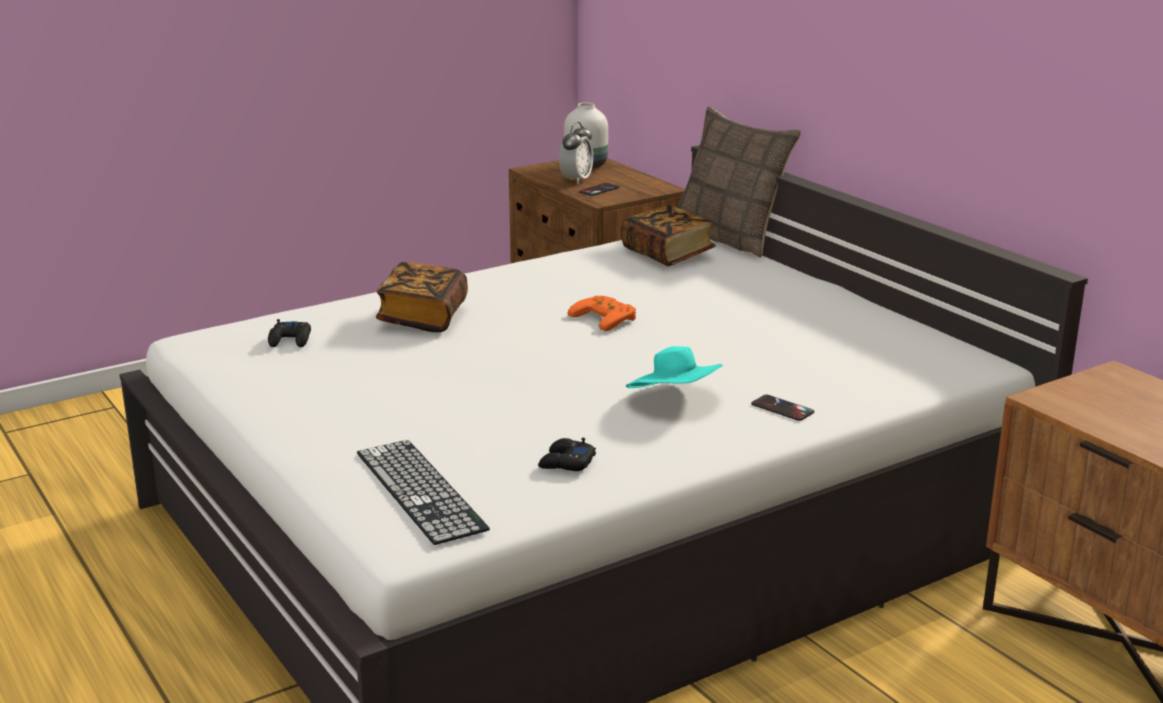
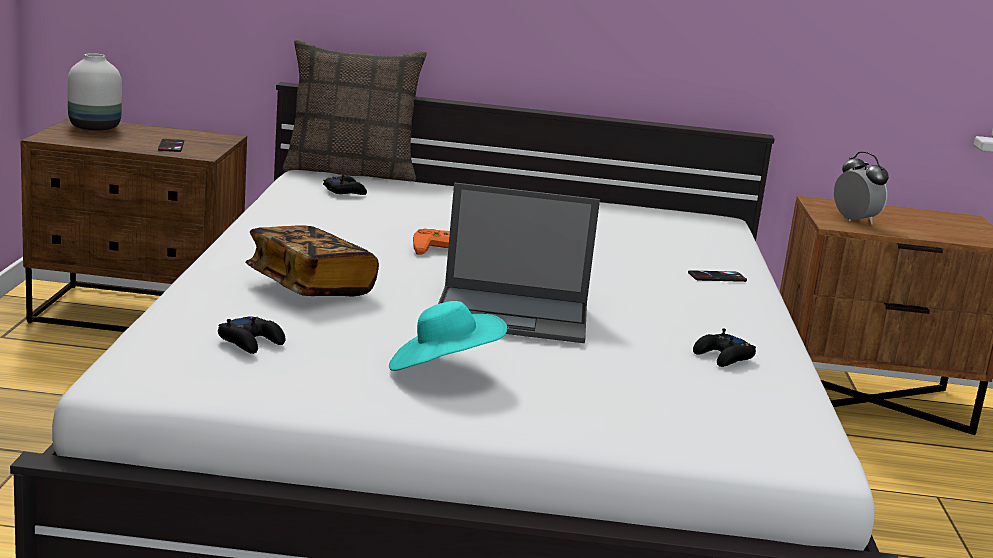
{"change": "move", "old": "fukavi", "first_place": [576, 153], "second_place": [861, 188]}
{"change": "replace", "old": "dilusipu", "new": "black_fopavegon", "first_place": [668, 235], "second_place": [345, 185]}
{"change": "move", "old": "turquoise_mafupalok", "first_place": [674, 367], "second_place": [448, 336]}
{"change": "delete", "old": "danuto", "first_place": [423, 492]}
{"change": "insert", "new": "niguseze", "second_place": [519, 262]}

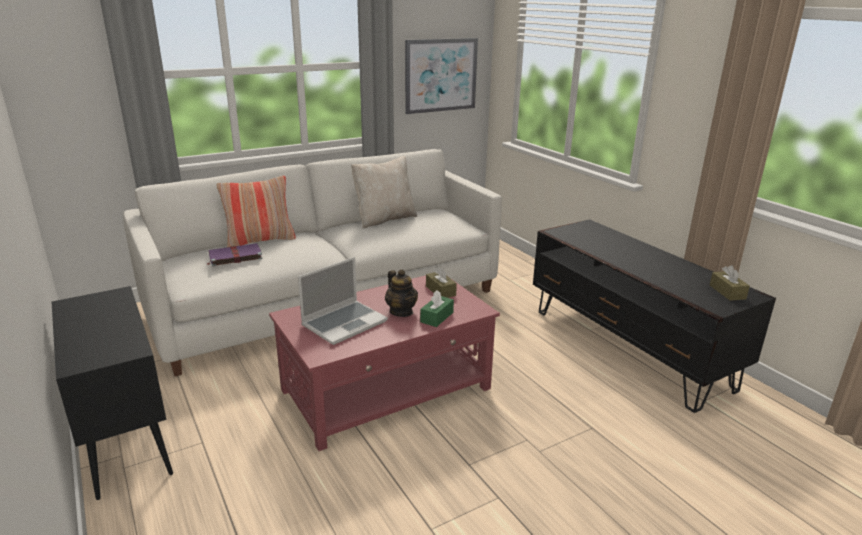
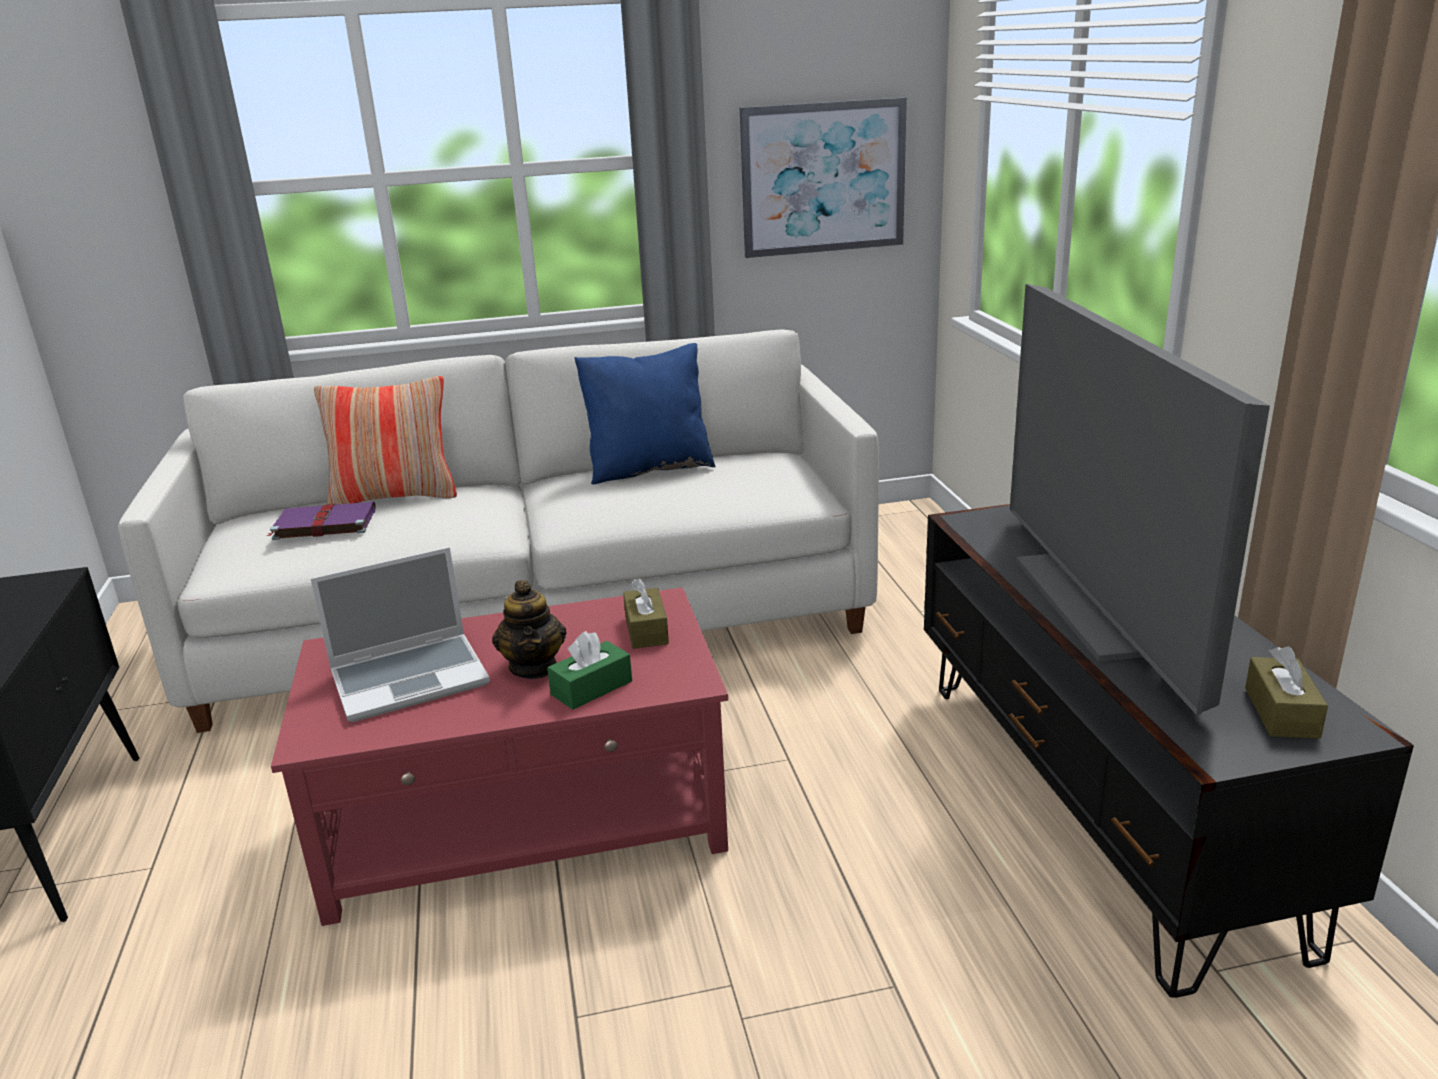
{"change": "recolor", "old": "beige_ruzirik", "new": "blue_ruzirik", "first_place": [384, 192], "second_place": [645, 413]}
{"change": "insert", "new": "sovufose", "second_place": [1140, 499]}

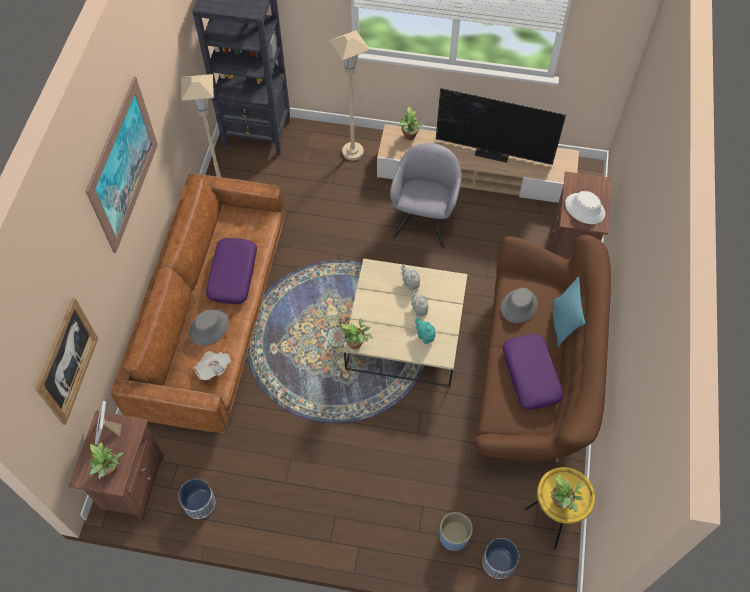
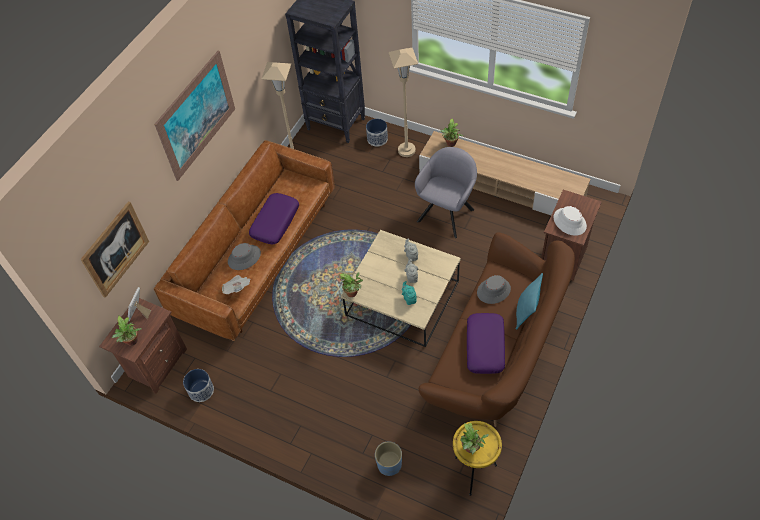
{"change": "delete", "old": "sovufose", "first_place": [501, 126]}
{"change": "move", "old": "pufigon", "first_place": [500, 558], "second_place": [377, 133]}

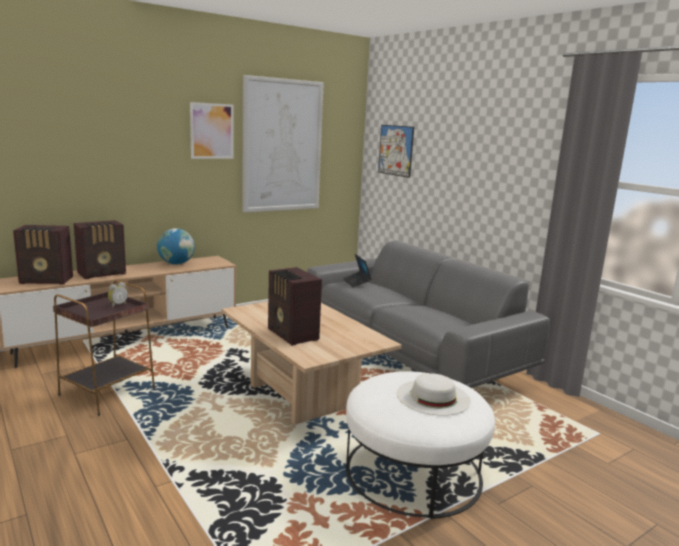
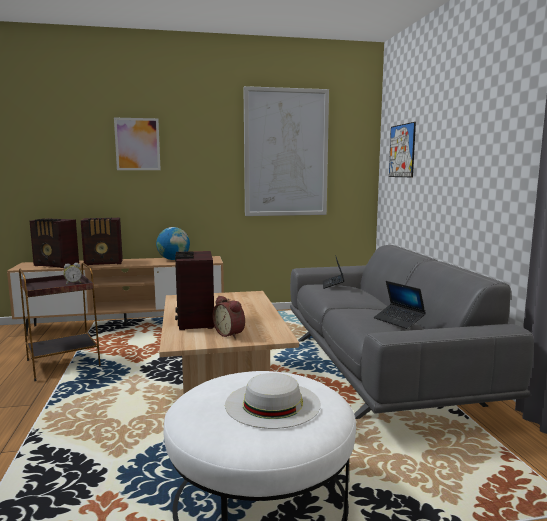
{"change": "move", "old": "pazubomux", "first_place": [211, 130], "second_place": [137, 144]}
{"change": "insert", "new": "niguseze", "second_place": [400, 305]}
{"change": "insert", "new": "fukavi", "second_place": [229, 317]}

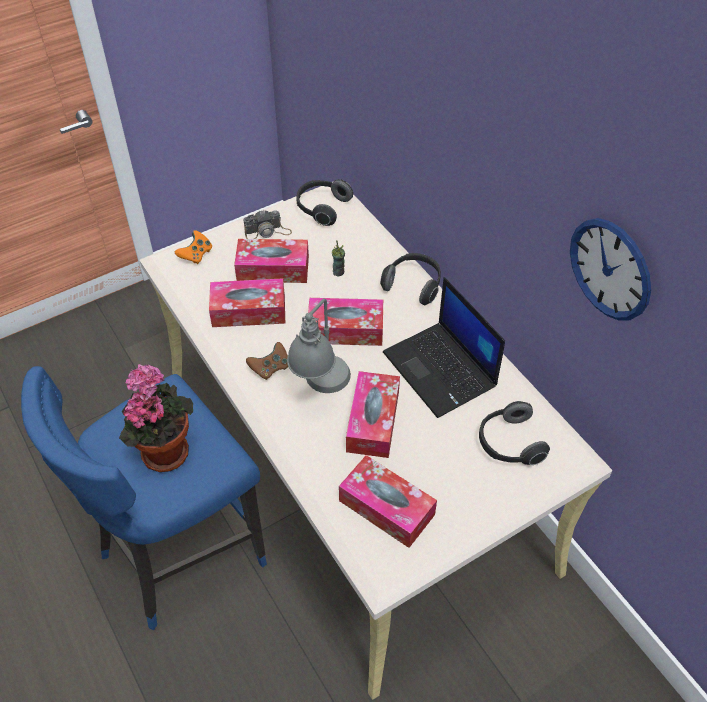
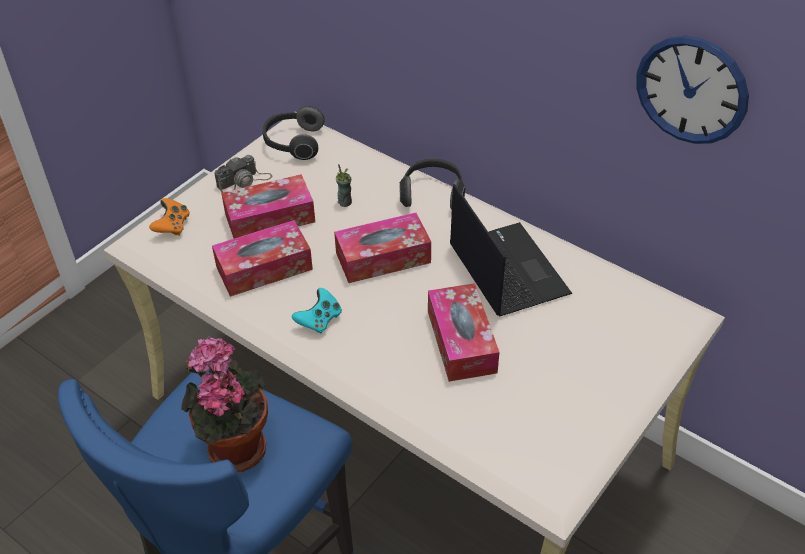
{"change": "rotate", "old": "niguseze", "first_place": [444, 347], "second_place": [511, 250], "degrees": -150}
{"change": "delete", "old": "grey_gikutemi", "first_place": [319, 345]}
{"change": "recolor", "old": "brown_fopavegon", "new": "turquoise_fopavegon", "first_place": [267, 361], "second_place": [317, 311]}
{"change": "delete", "old": "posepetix", "first_place": [514, 433]}
{"change": "delete", "old": "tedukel", "first_place": [388, 501]}

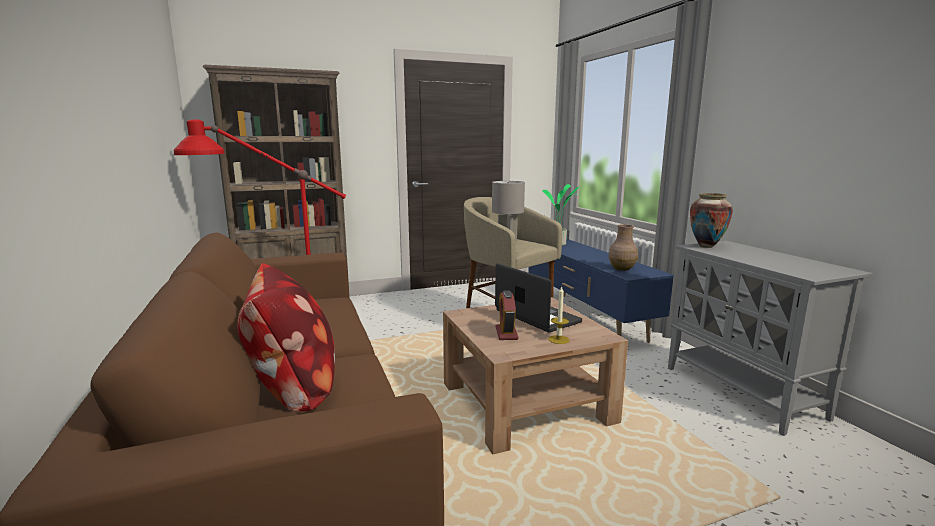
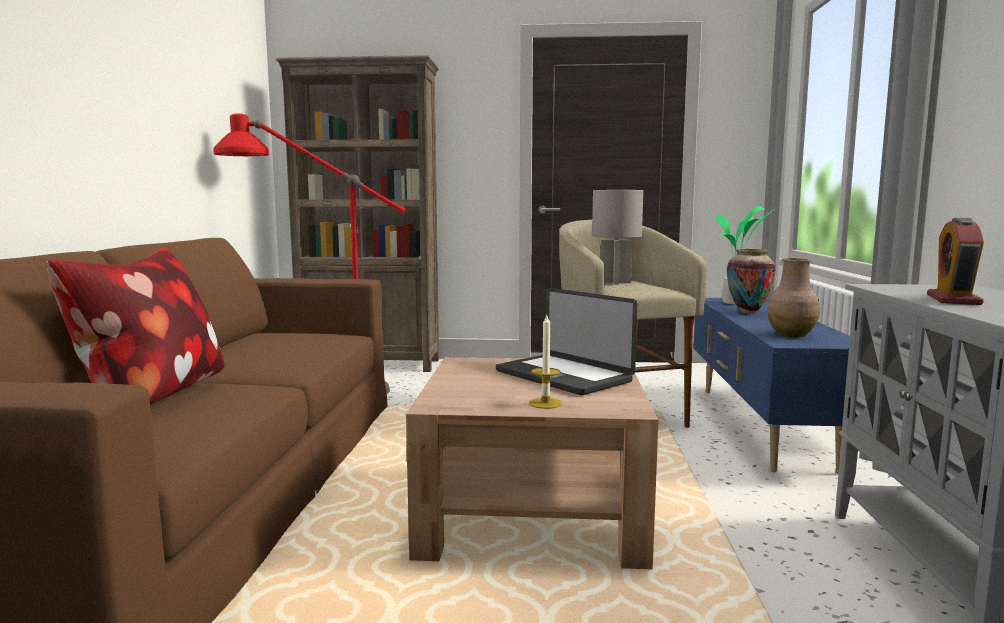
{"change": "move", "old": "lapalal", "first_place": [711, 220], "second_place": [751, 281]}
{"change": "rotate", "old": "niguseze", "first_place": [538, 298], "second_place": [566, 341], "degrees": 150}
{"change": "move", "old": "fukavi", "first_place": [507, 315], "second_place": [955, 261]}

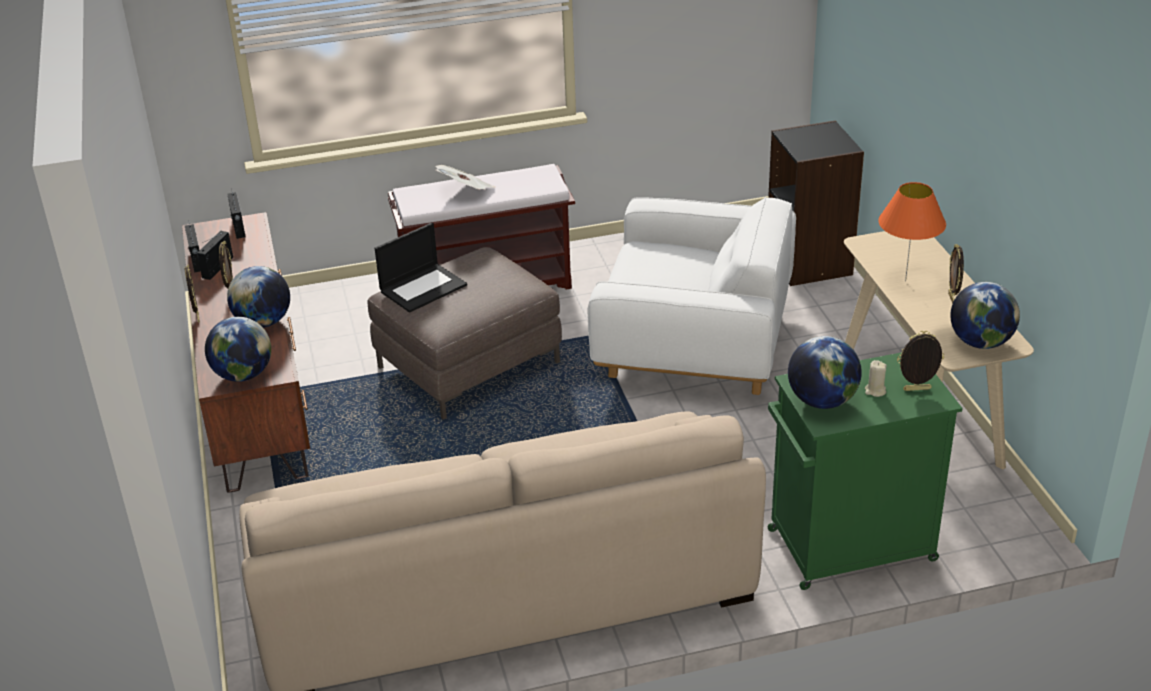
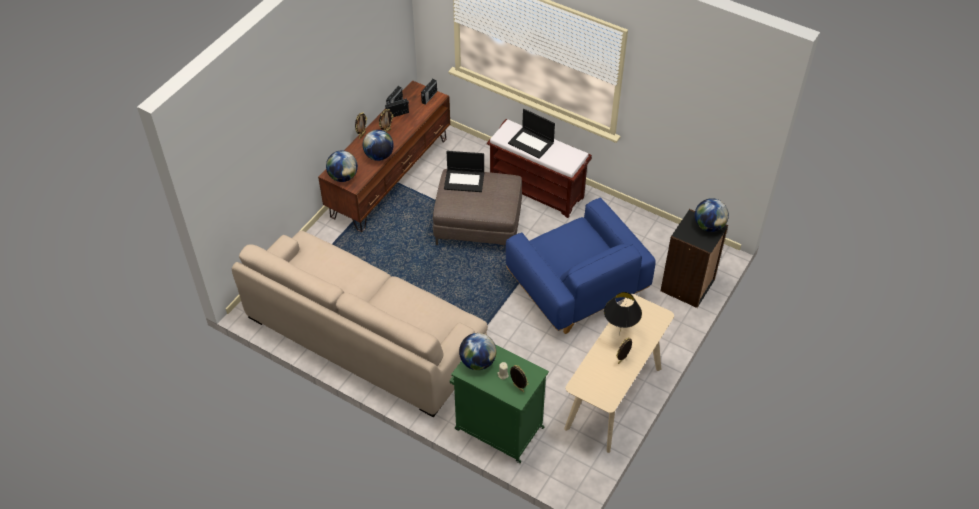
{"change": "replace", "old": "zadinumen", "new": "niguseze", "first_place": [465, 177], "second_place": [531, 134]}
{"change": "recolor", "old": "orange_gikutemi", "new": "black_gikutemi", "first_place": [912, 231], "second_place": [623, 314]}
{"change": "recolor", "old": "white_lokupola", "new": "blue_lokupola", "first_place": [691, 296], "second_place": [581, 266]}
{"change": "move", "old": "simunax", "first_place": [985, 315], "second_place": [712, 215]}

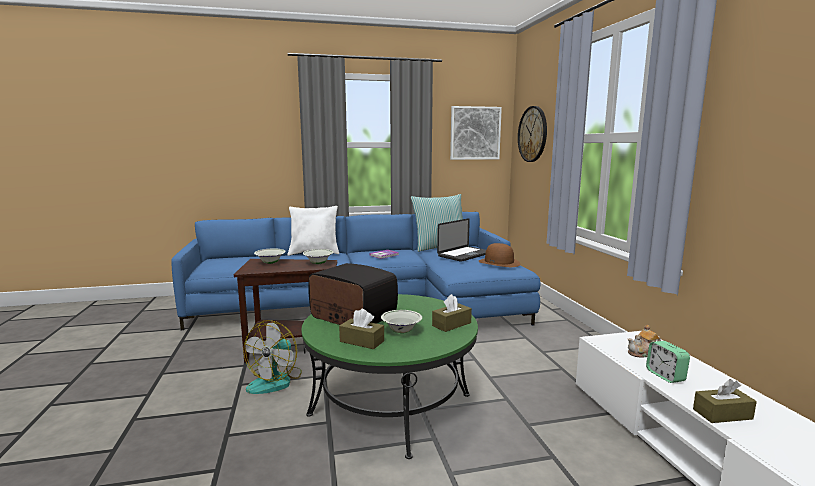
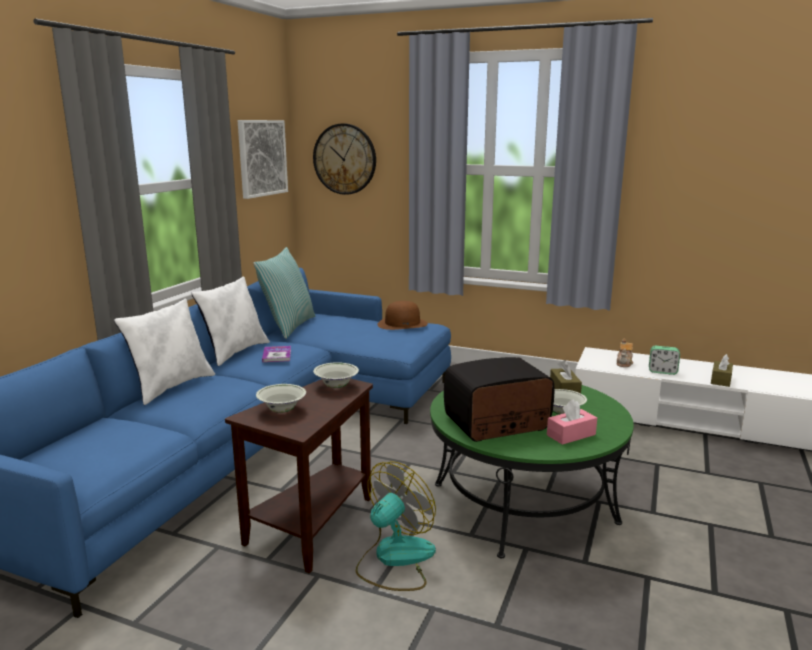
{"change": "delete", "old": "niguseze", "first_place": [461, 240]}
{"change": "recolor", "old": "brown_tedukel", "new": "pink_tedukel", "first_place": [361, 329], "second_place": [572, 422]}
{"change": "rotate", "old": "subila", "first_place": [272, 357], "second_place": [396, 526], "degrees": -105}
{"change": "insert", "new": "white_ruzirik", "second_place": [230, 321]}

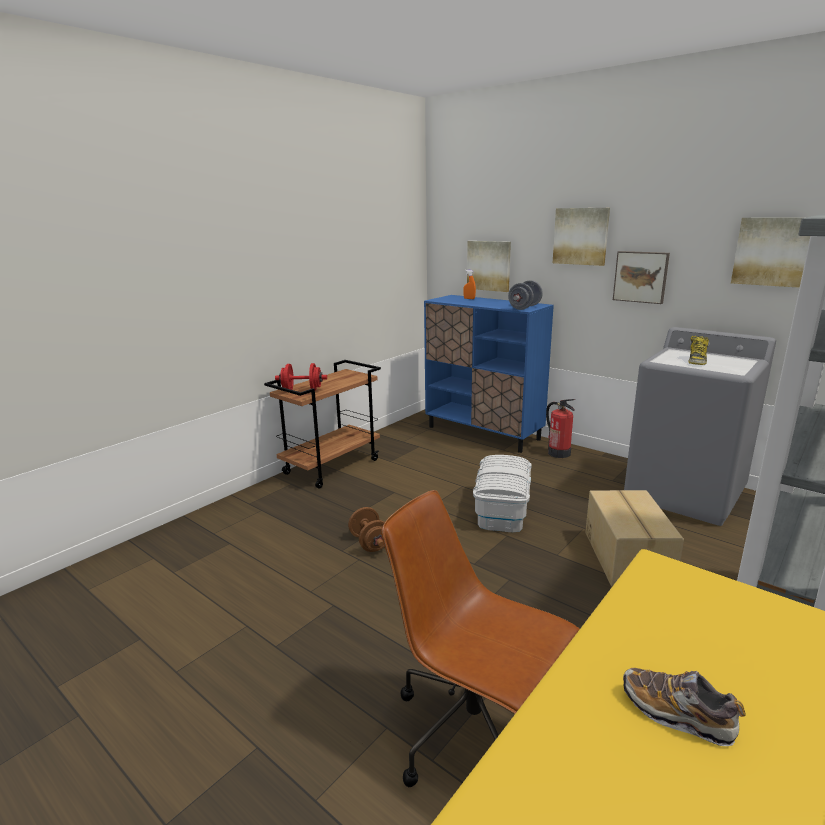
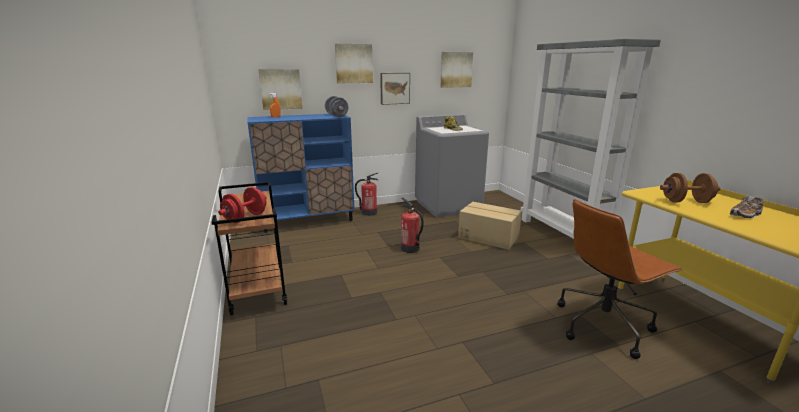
{"change": "replace", "old": "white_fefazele", "new": "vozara", "first_place": [502, 493], "second_place": [412, 225]}
{"change": "move", "old": "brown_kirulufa", "first_place": [366, 529], "second_place": [690, 188]}

